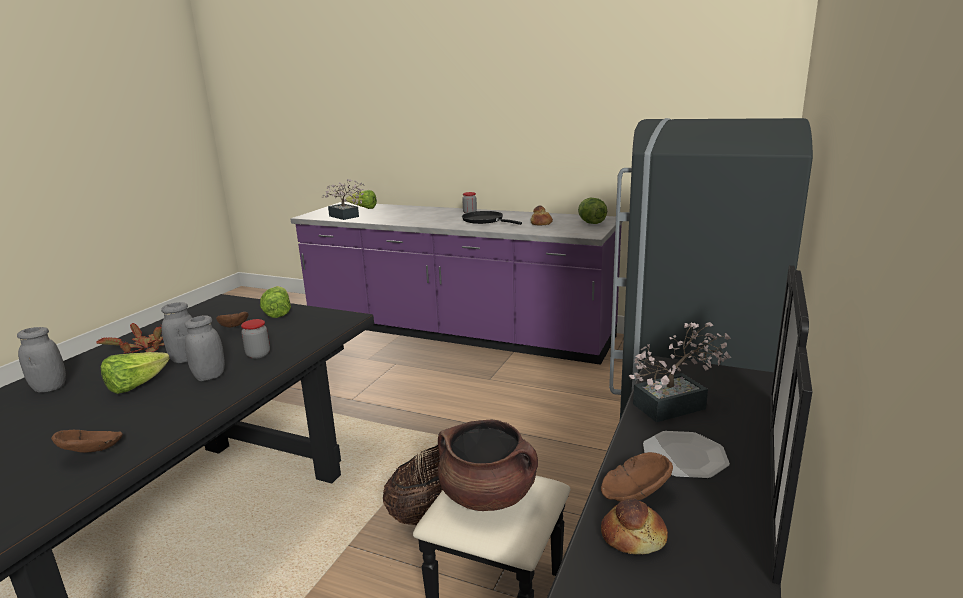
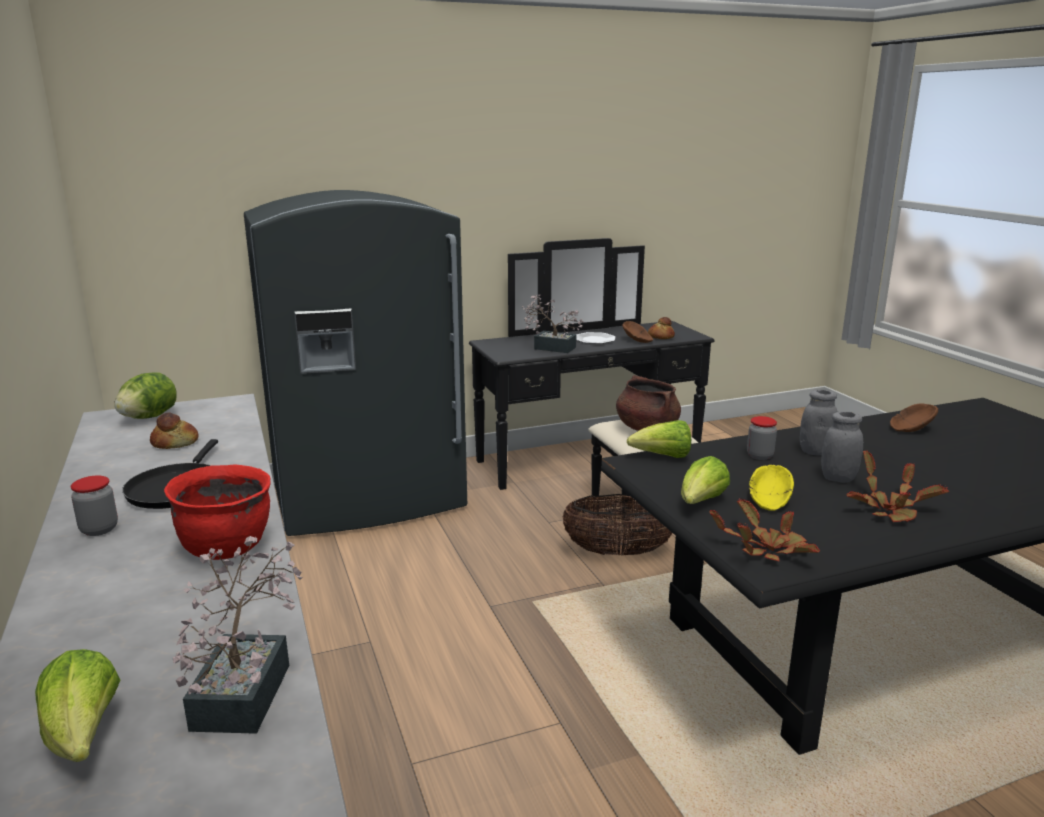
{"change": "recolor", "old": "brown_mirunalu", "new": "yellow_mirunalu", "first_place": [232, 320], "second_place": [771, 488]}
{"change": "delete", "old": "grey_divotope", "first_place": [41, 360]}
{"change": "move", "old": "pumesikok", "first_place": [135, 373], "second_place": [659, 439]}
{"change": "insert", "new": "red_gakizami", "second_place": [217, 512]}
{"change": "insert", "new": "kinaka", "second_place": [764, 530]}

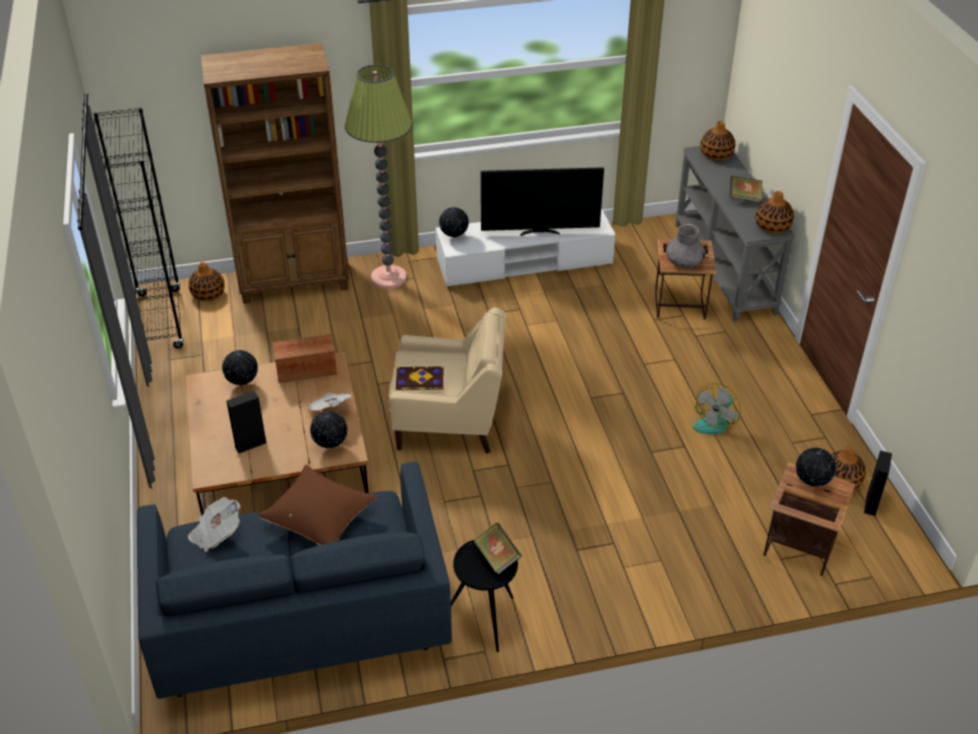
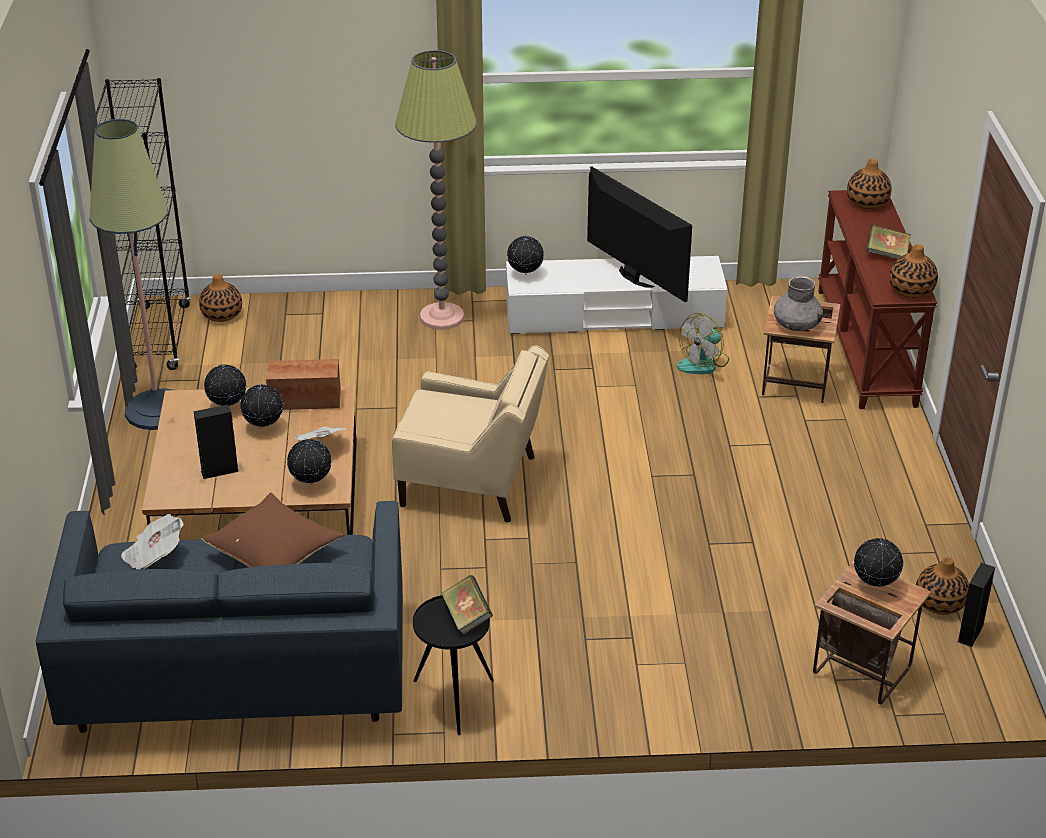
{"change": "delete", "old": "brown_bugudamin", "first_place": [275, 173]}
{"change": "recolor", "old": "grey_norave", "new": "brown_norave", "first_place": [735, 234], "second_place": [877, 299]}
{"change": "rotate", "old": "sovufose", "first_place": [542, 201], "second_place": [639, 234], "degrees": -135}
{"change": "delete", "old": "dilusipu", "first_place": [420, 378]}
{"change": "move", "old": "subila", "first_place": [717, 408], "second_place": [702, 343]}
{"change": "insert", "new": "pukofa", "second_place": [130, 274]}
{"change": "insert", "new": "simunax", "second_place": [261, 405]}

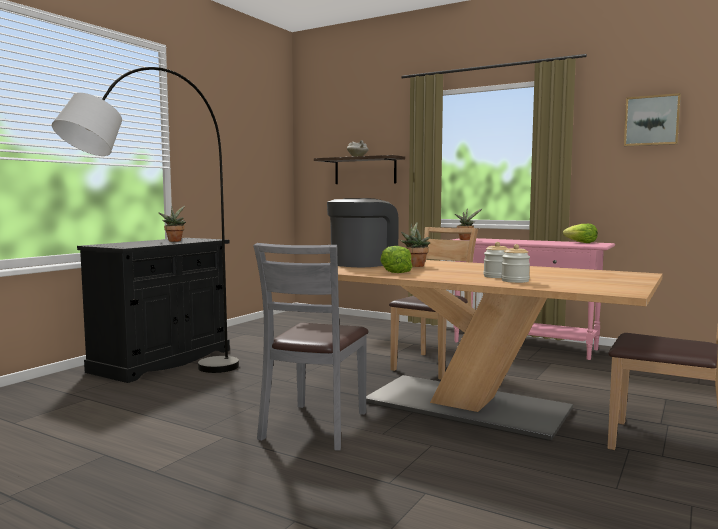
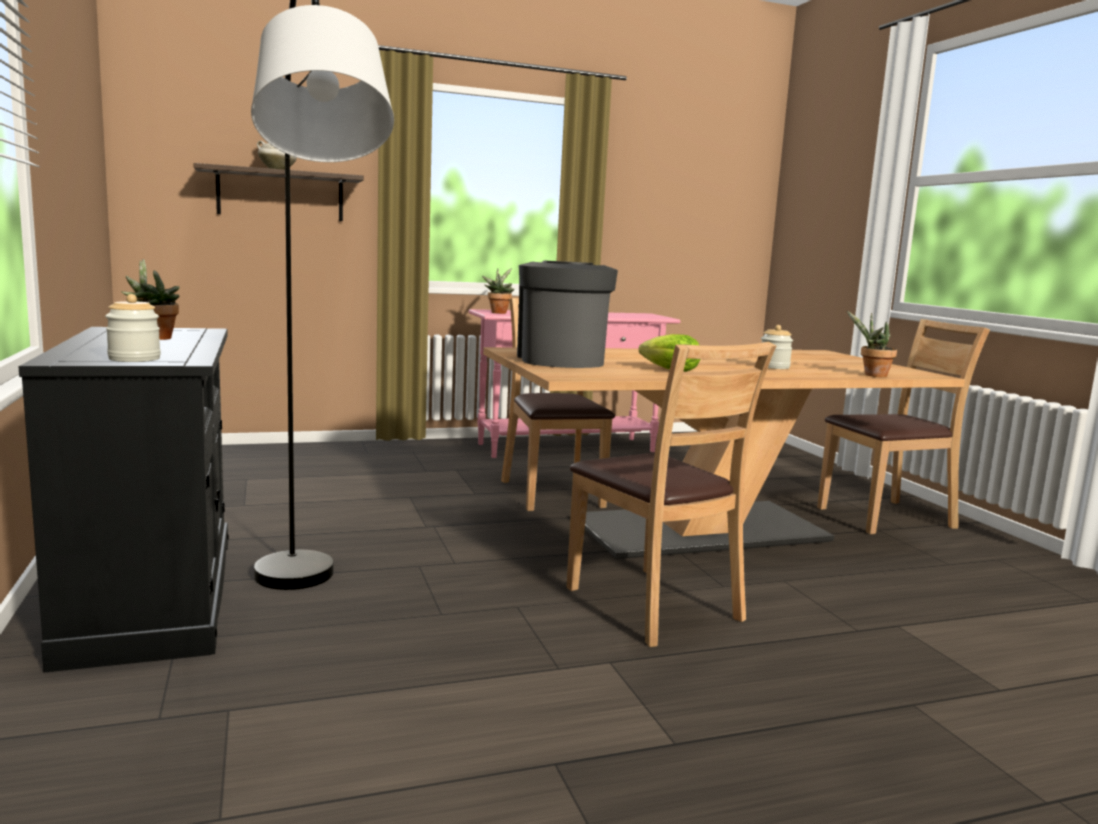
{"change": "delete", "old": "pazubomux", "first_place": [652, 119]}
{"change": "move", "old": "kinaka", "first_place": [415, 245], "second_place": [872, 344]}
{"change": "delete", "old": "pumesikok", "first_place": [580, 233]}
{"change": "recolor", "old": "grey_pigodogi", "new": "brown_pigodogi", "first_place": [310, 347], "second_place": [671, 494]}
{"change": "move", "old": "divotope", "first_place": [515, 263], "second_place": [133, 328]}

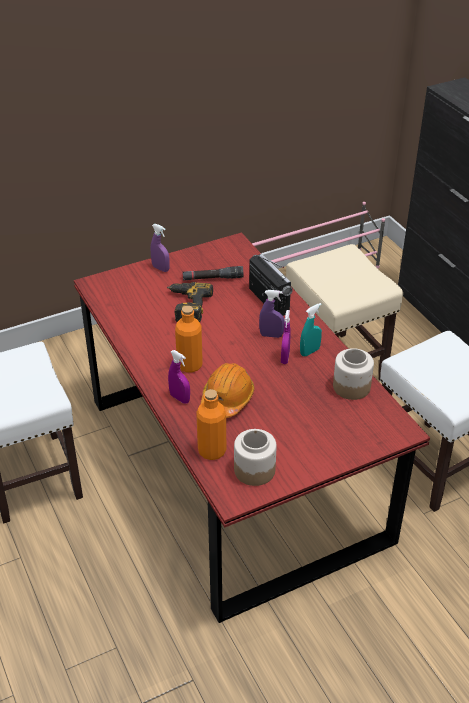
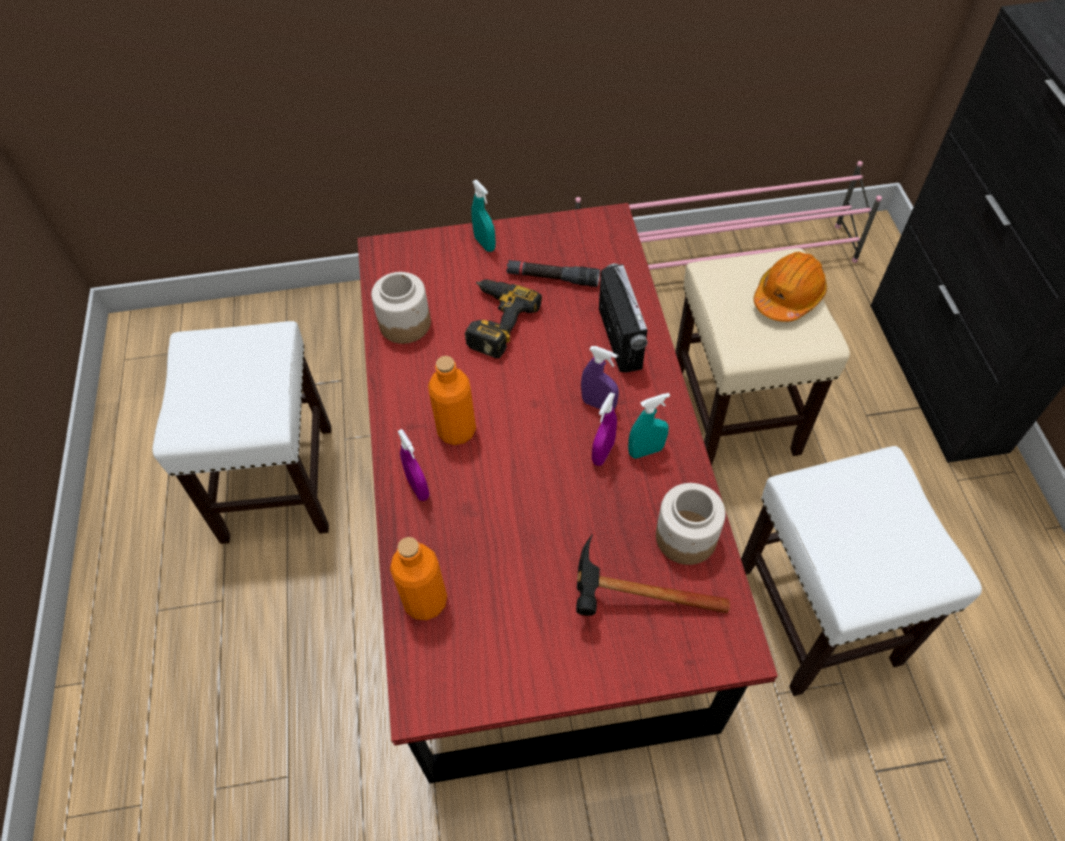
{"change": "recolor", "old": "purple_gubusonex", "new": "turquoise_gubusonex", "first_place": [160, 248], "second_place": [483, 216]}
{"change": "move", "old": "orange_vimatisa", "first_place": [227, 390], "second_place": [790, 287]}
{"change": "move", "old": "divotope", "first_place": [255, 457], "second_place": [401, 308]}
{"change": "insert", "new": "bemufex", "second_place": [653, 575]}

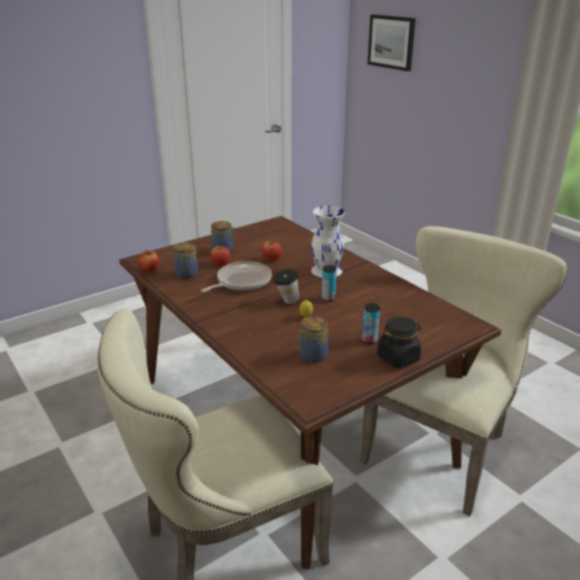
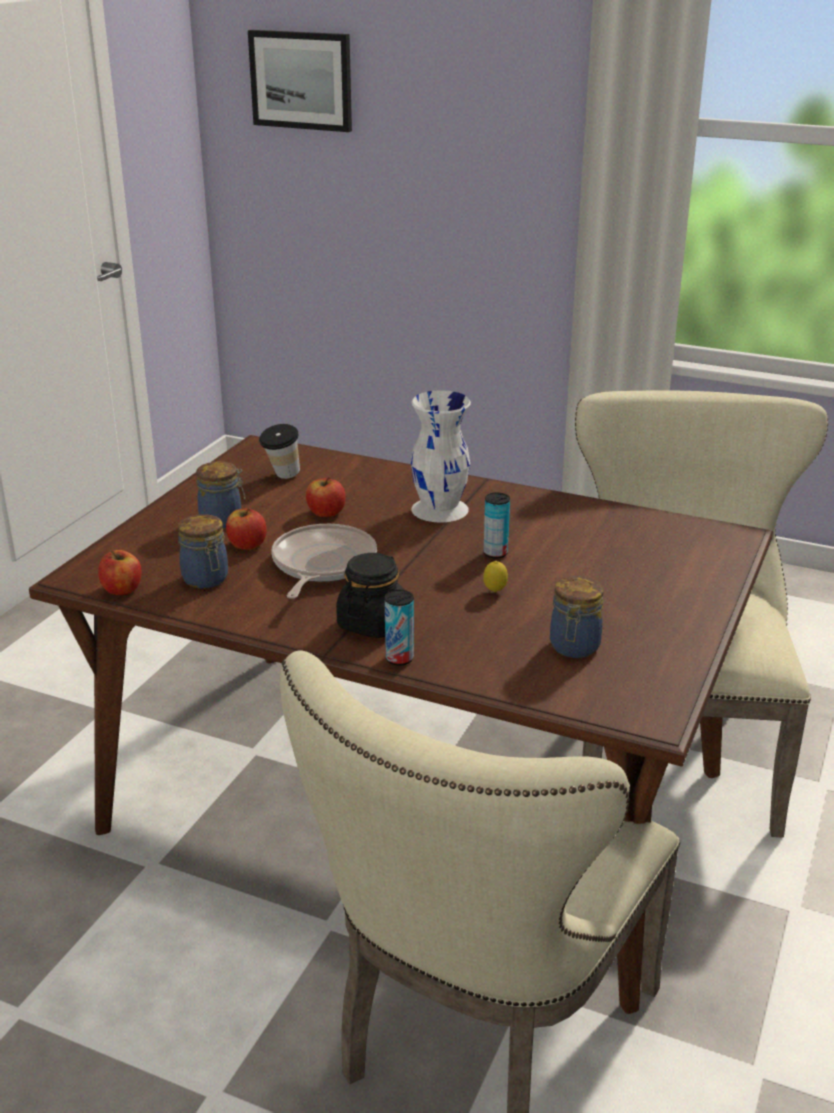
{"change": "move", "old": "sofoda", "first_place": [286, 286], "second_place": [279, 451]}
{"change": "move", "old": "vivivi", "first_place": [371, 323], "second_place": [399, 628]}
{"change": "move", "old": "black_divotope", "first_place": [399, 342], "second_place": [370, 595]}

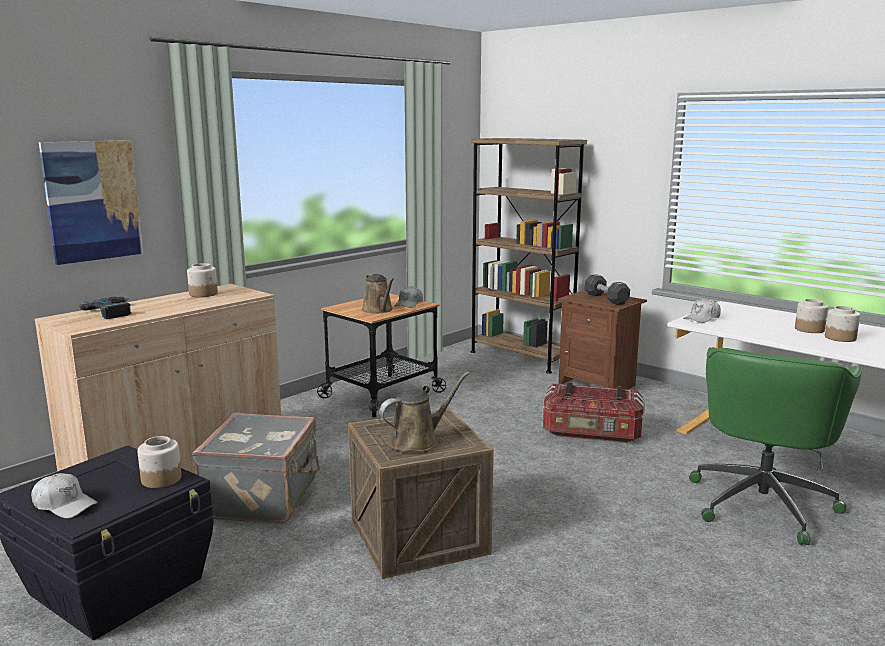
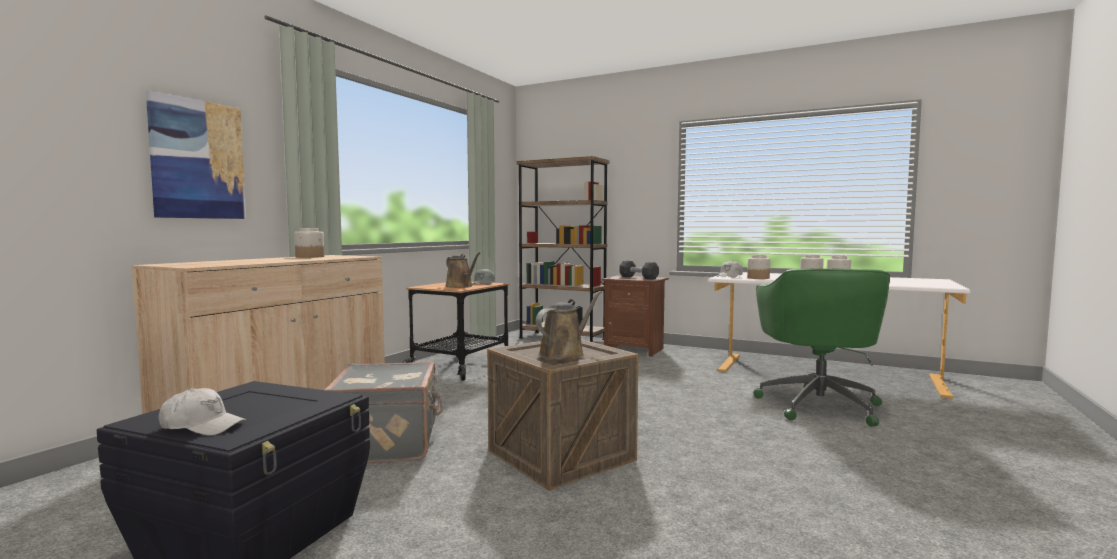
{"change": "delete", "old": "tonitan", "first_place": [105, 308]}
{"change": "delete", "old": "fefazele", "first_place": [593, 413]}
{"change": "move", "old": "divotope", "first_place": [159, 462], "second_place": [758, 267]}

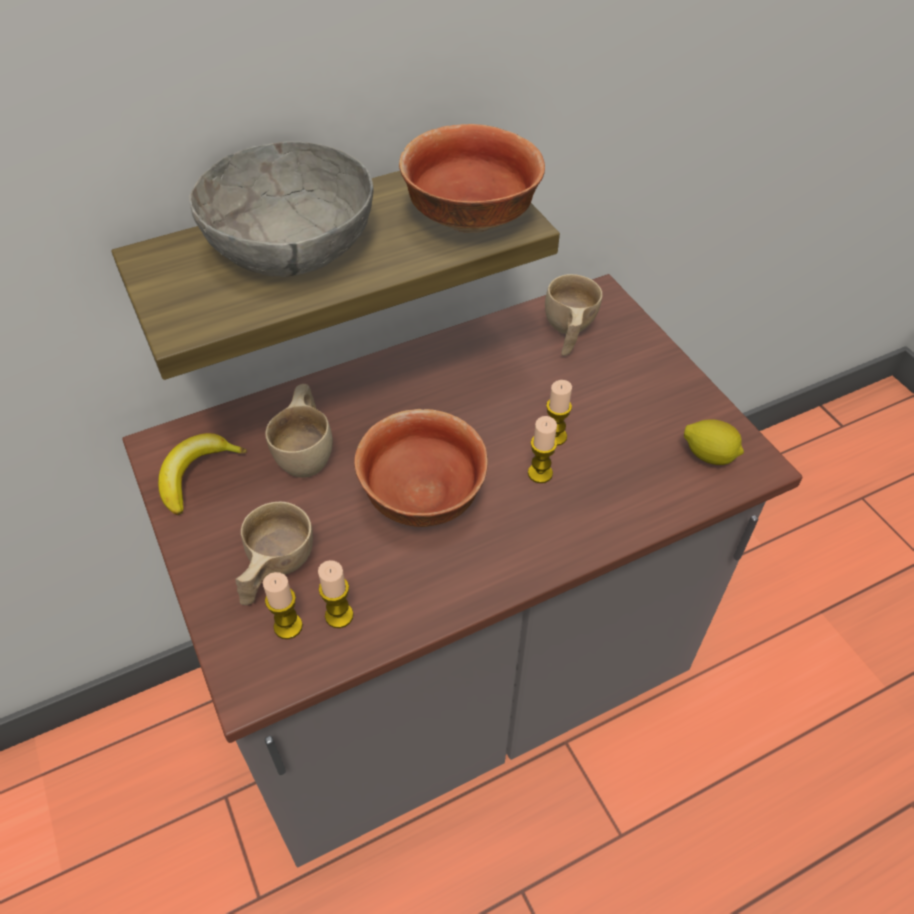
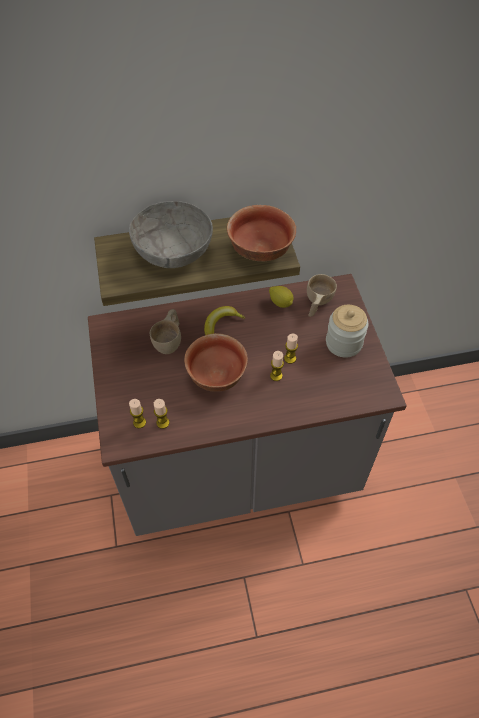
{"change": "move", "old": "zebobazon", "first_place": [714, 442], "second_place": [281, 297]}
{"change": "move", "old": "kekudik", "first_place": [202, 474], "second_place": [224, 320]}
{"change": "delete", "old": "beige_sofoda", "first_place": [274, 553]}
{"change": "insert", "new": "divotope", "second_place": [347, 331]}

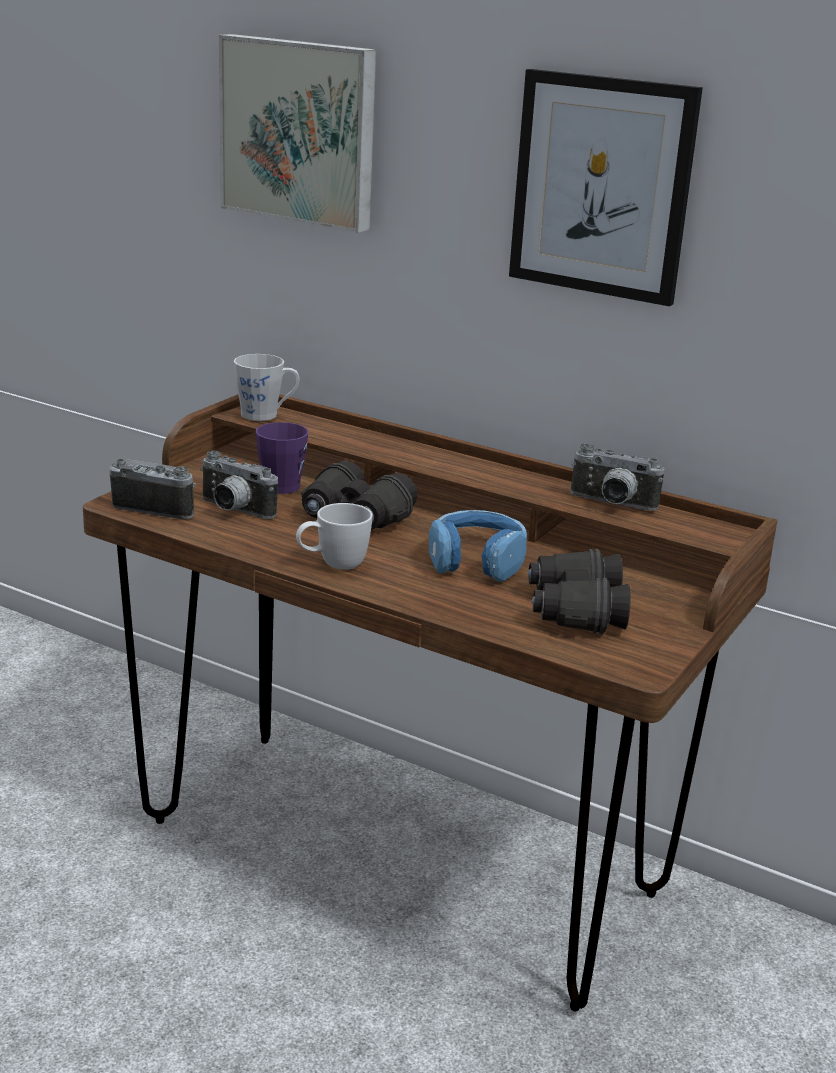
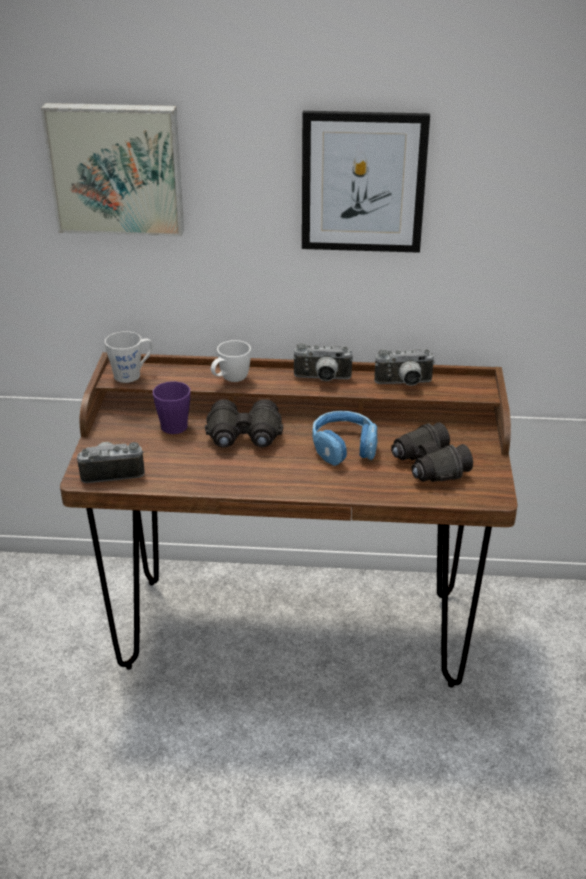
{"change": "move", "old": "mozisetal", "first_place": [239, 485], "second_place": [323, 362]}
{"change": "move", "old": "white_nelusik", "first_place": [334, 536], "second_place": [231, 361]}

